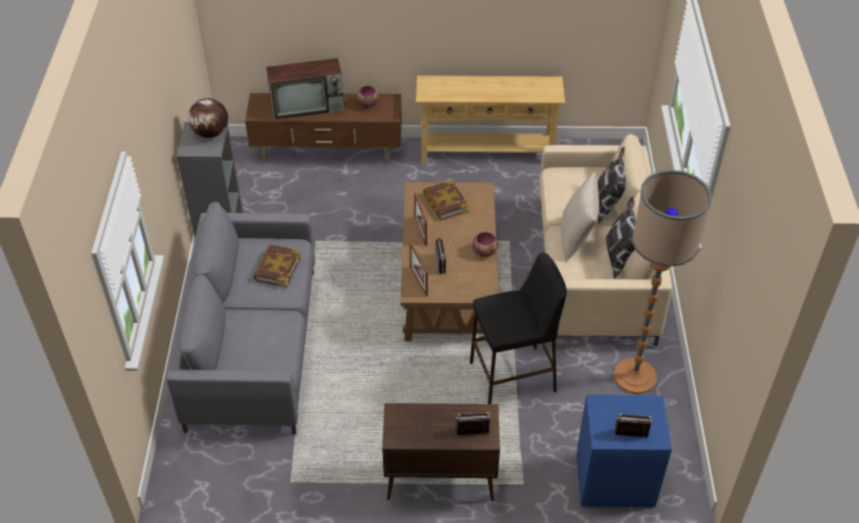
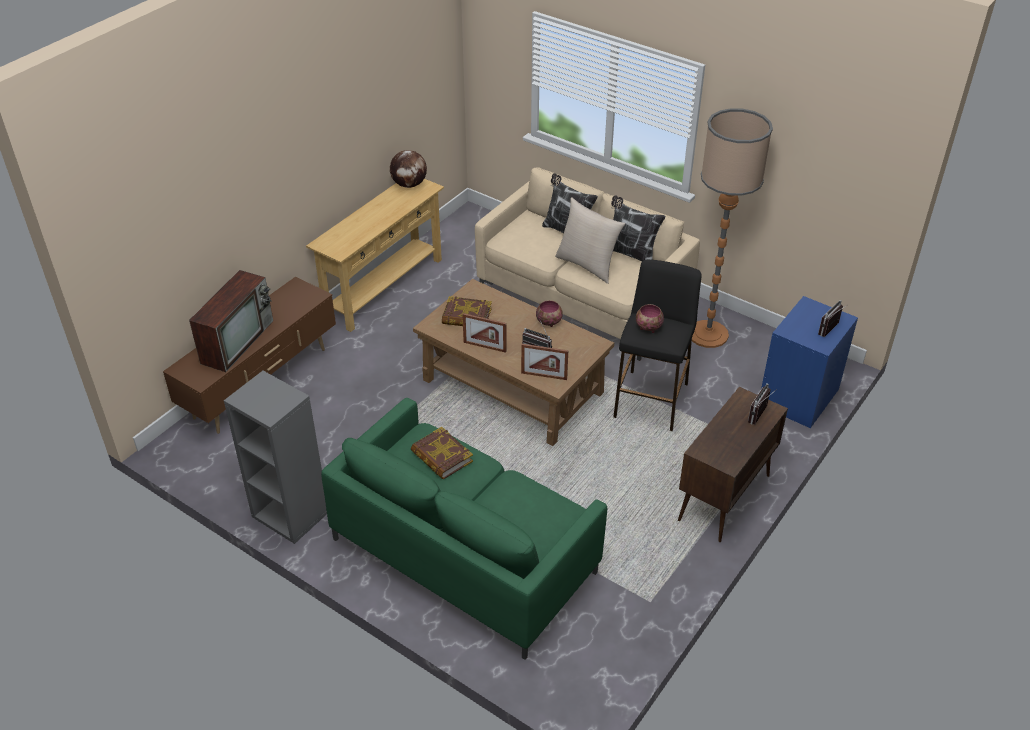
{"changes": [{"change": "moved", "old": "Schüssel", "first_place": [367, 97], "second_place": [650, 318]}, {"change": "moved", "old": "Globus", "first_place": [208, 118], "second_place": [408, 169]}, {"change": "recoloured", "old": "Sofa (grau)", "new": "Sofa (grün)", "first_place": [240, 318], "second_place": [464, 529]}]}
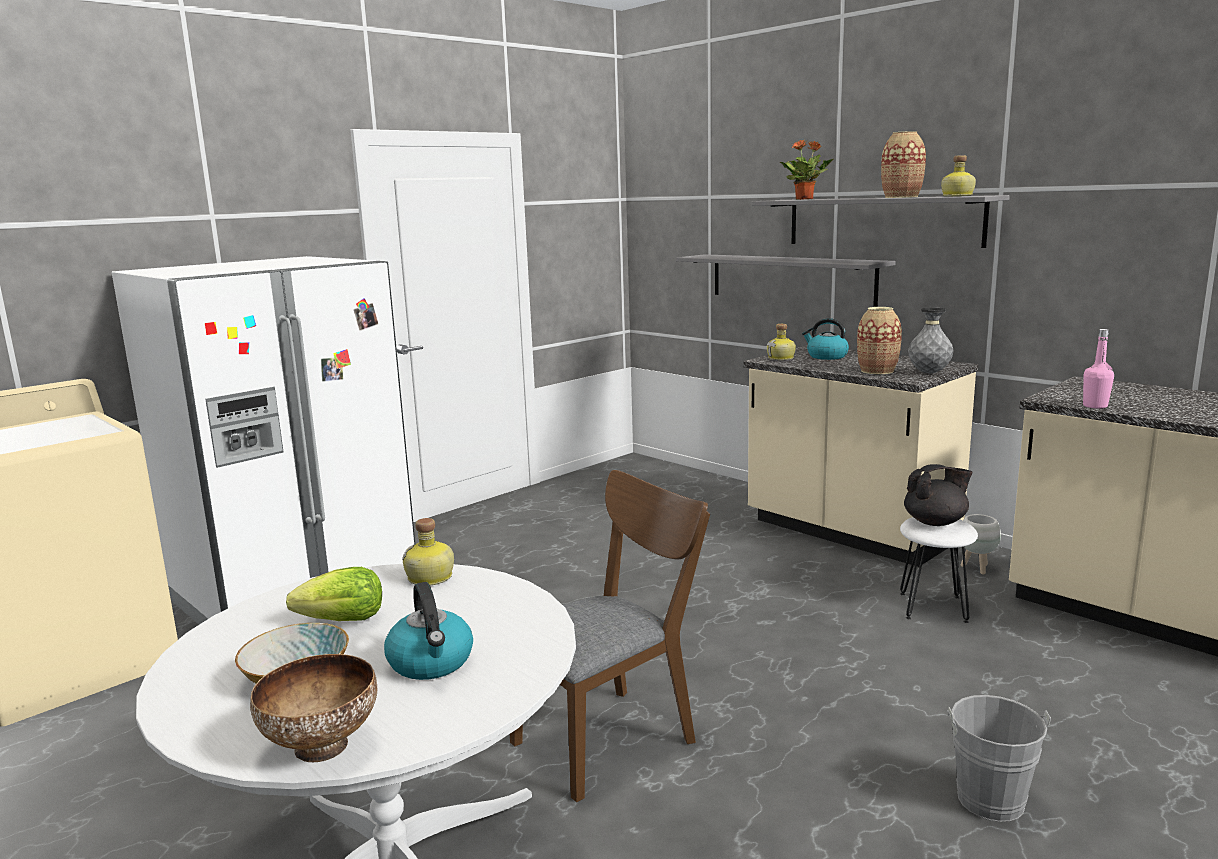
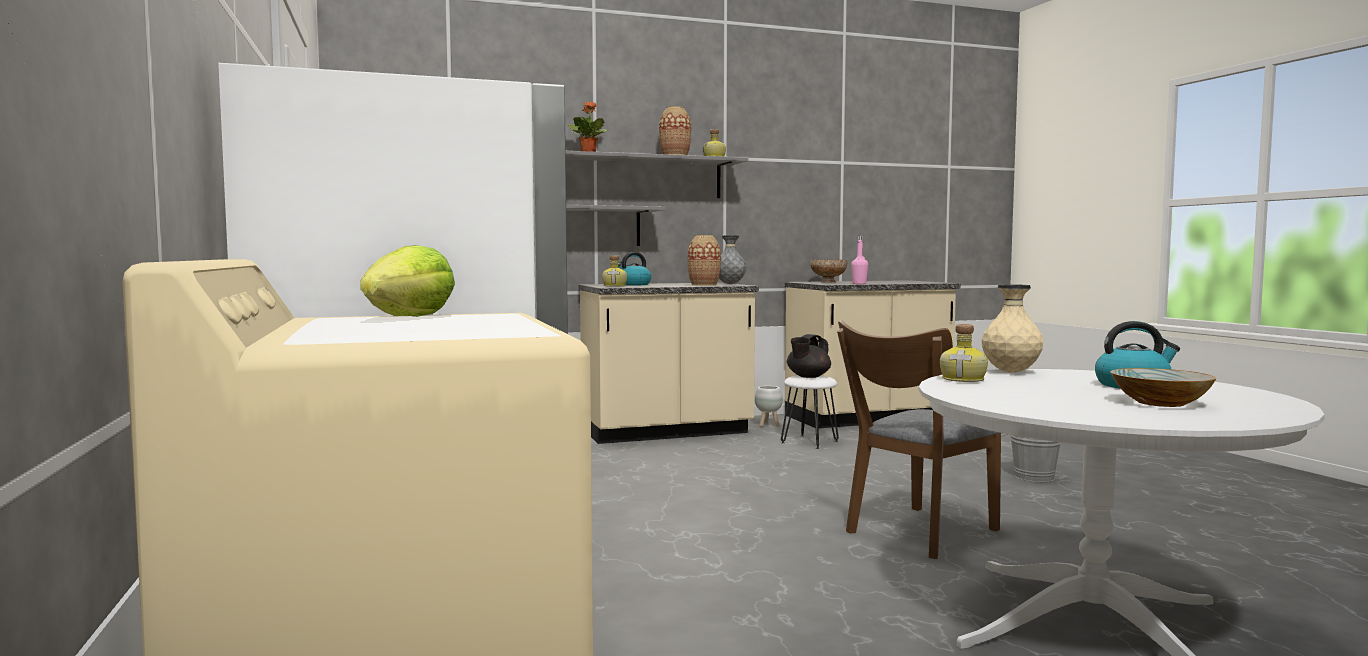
{"changes": [{"change": "turned", "old": "Teekanne (schwarz)", "first_place": [938, 495], "second_place": [809, 356], "degrees": -150}, {"change": "turned", "old": "Stuhl (braun)", "first_place": [610, 636], "second_place": [919, 439], "degrees": -120}, {"change": "moved", "old": "Salatkopf", "first_place": [334, 594], "second_place": [407, 281]}, {"change": "moved", "old": "Schüssel", "first_place": [313, 708], "second_place": [828, 271]}, {"change": "added", "new": "Vase (beige)", "second_place": [1012, 328]}]}
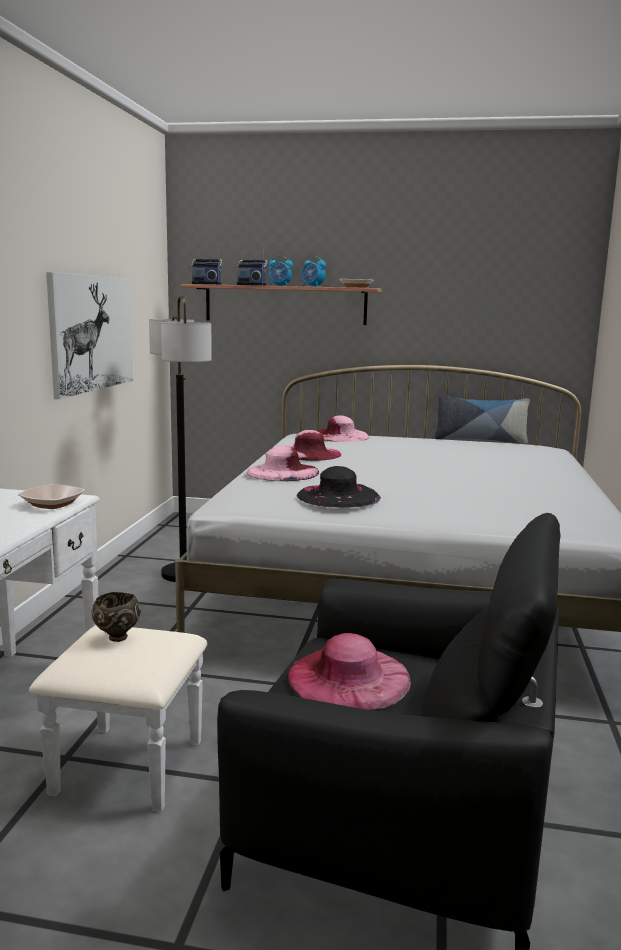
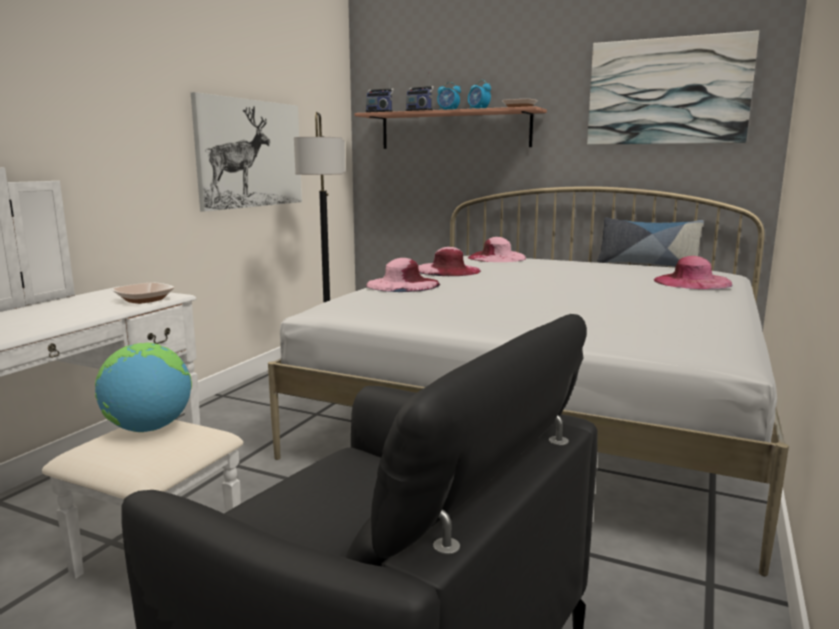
{"changes": [{"change": "removed", "old": "Hut (schwarz)", "first_place": [339, 487]}, {"change": "replaced", "old": "Schüssel (braun)", "new": "Globus", "first_place": [116, 617], "second_place": [143, 387]}, {"change": "moved", "old": "Hut (rosa)", "first_place": [349, 671], "second_place": [693, 272]}, {"change": "added", "new": "Bild", "second_place": [673, 87]}]}
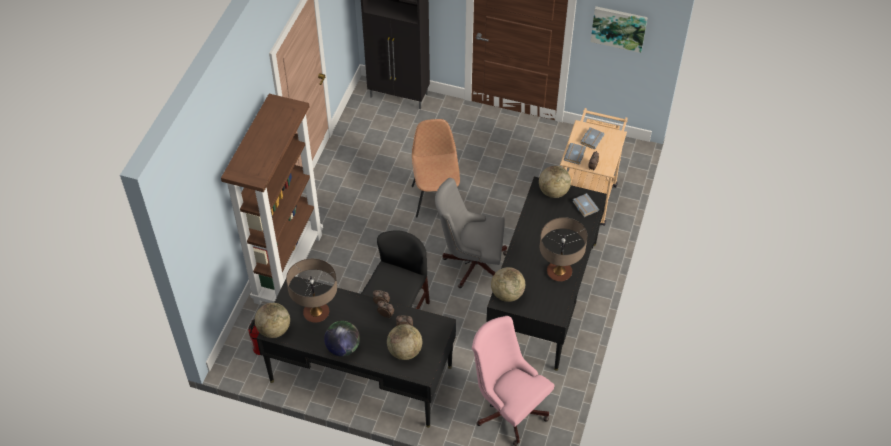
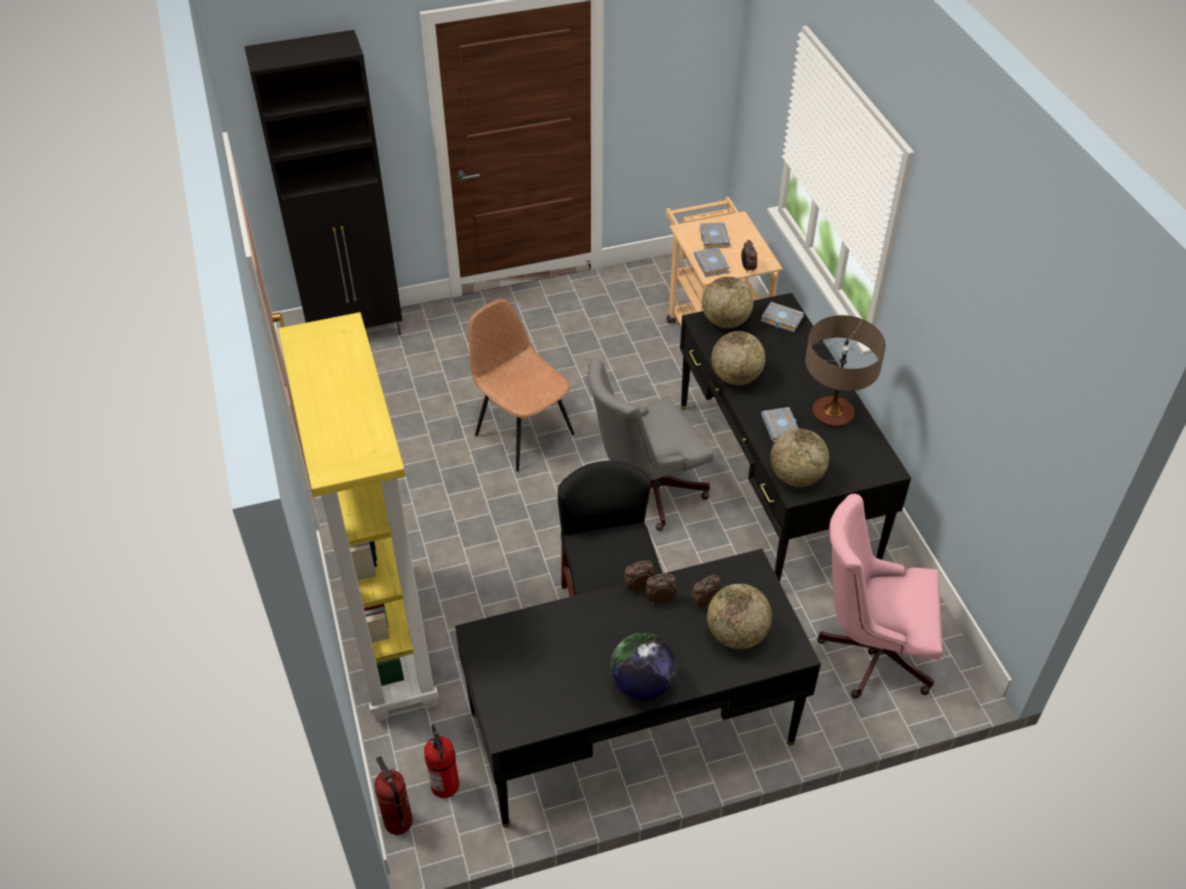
{"changes": [{"change": "removed", "old": "Bild", "first_place": [619, 29]}, {"change": "recoloured", "old": "Bücherregal (braun)", "new": "Bücherregal (gelb)", "first_place": [272, 199], "second_place": [358, 517]}, {"change": "removed", "old": "Tischlampe", "first_place": [311, 290]}, {"change": "moved", "old": "Globus", "first_place": [272, 320], "second_place": [738, 358]}, {"change": "added", "new": "Buch (grau)", "second_place": [780, 425]}, {"change": "added", "new": "Feuerlöscher", "second_place": [393, 795]}]}
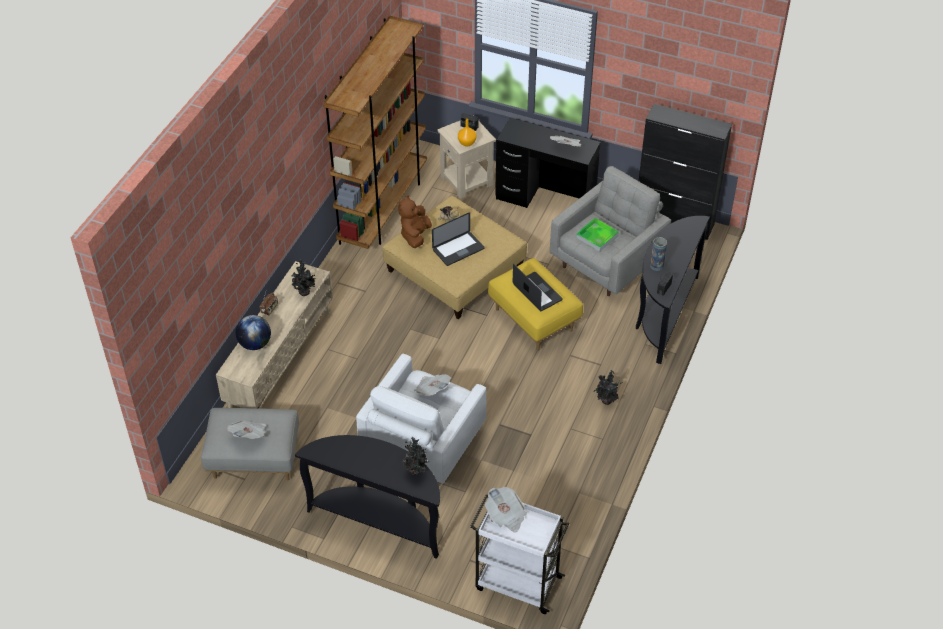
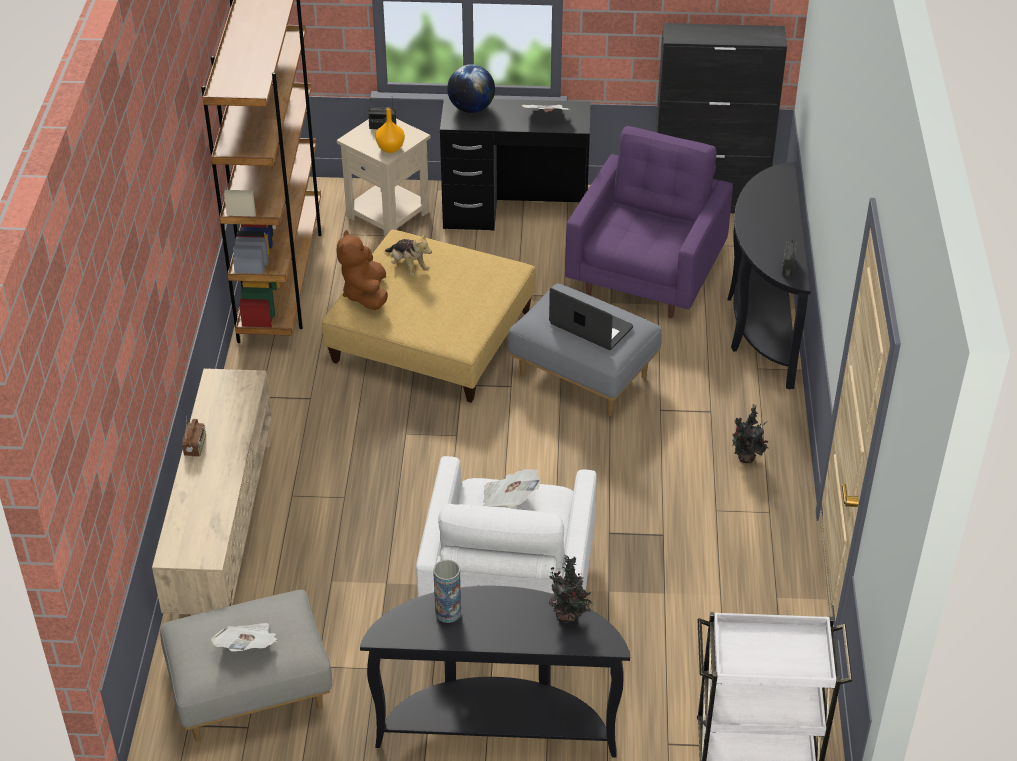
{"changes": [{"change": "recoloured", "old": "Sessel (grau)", "new": "Sessel (lila)", "first_place": [610, 231], "second_place": [649, 222]}, {"change": "removed", "old": "Laptop", "first_place": [458, 239]}, {"change": "removed", "old": "Tablett", "first_place": [597, 235]}, {"change": "moved", "old": "Vase", "first_place": [658, 254], "second_place": [447, 591]}, {"change": "recoloured", "old": "Polsterhocker (gelb)", "new": "Polsterhocker (grau)", "first_place": [535, 304], "second_place": [585, 350]}, {"change": "removed", "old": "Topfpflanze", "first_place": [304, 277]}, {"change": "moved", "old": "Globus", "first_place": [253, 332], "second_place": [471, 88]}, {"change": "removed", "old": "Zeitung", "first_place": [506, 510]}]}
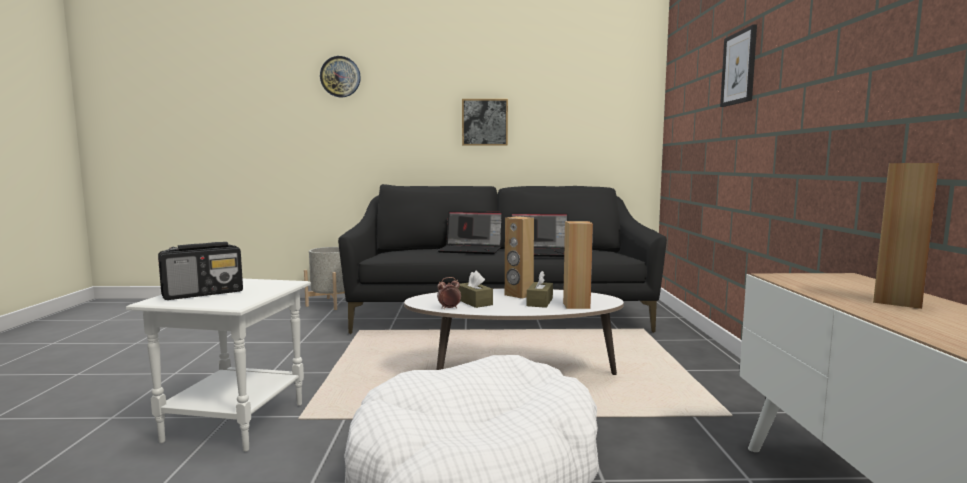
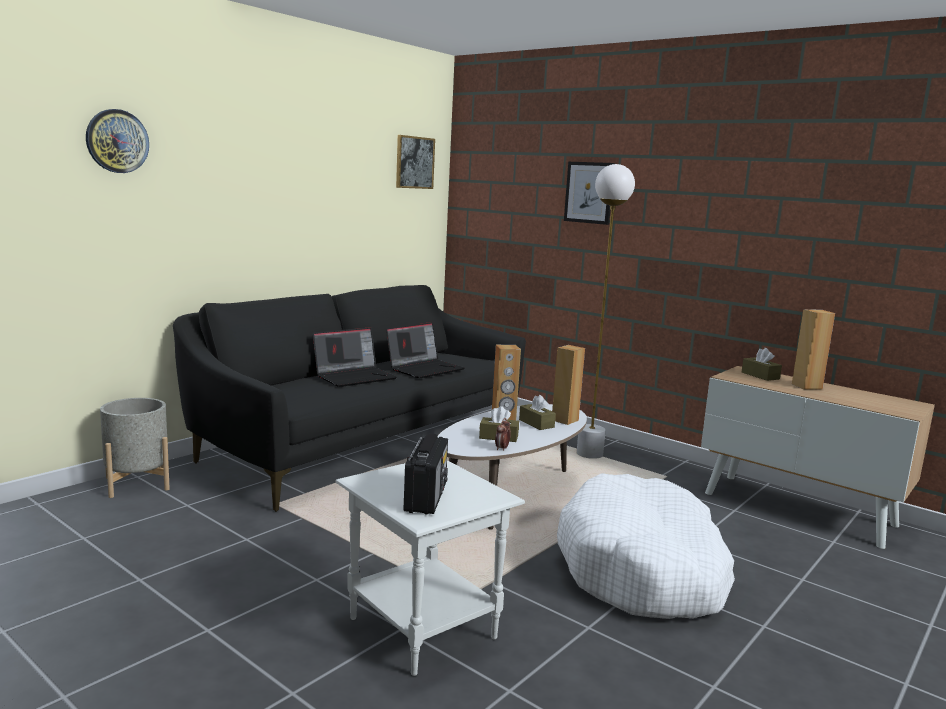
{"changes": [{"change": "moved", "old": "Bild", "first_place": [485, 122], "second_place": [415, 162]}, {"change": "added", "new": "Stehlampe (weiß)", "second_place": [606, 311]}, {"change": "added", "new": "Taschentuchbox (braun)", "second_place": [762, 364]}]}
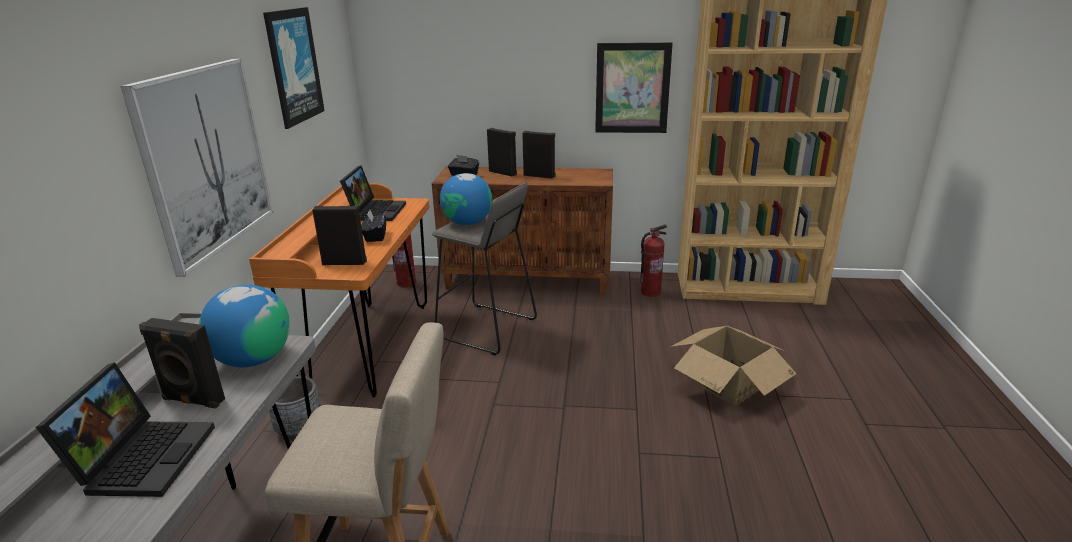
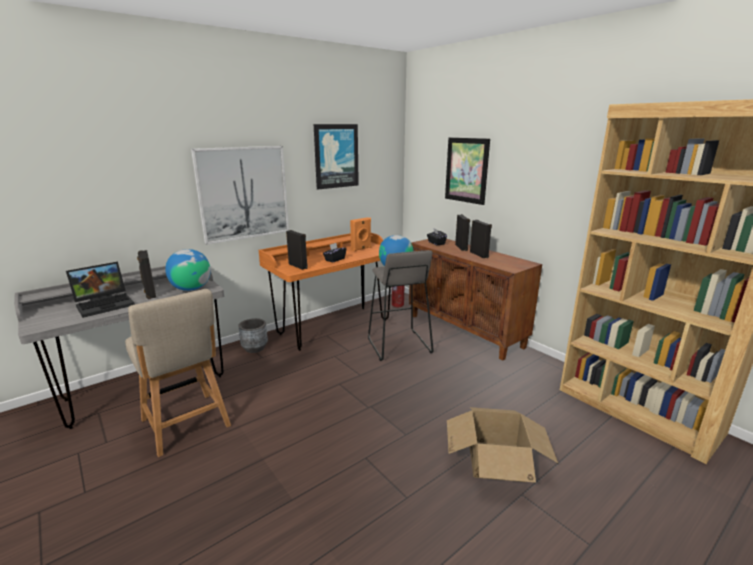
{"changes": [{"change": "moved", "old": "Bild", "first_place": [634, 87], "second_place": [467, 171]}, {"change": "replaced", "old": "Laptop", "new": "Lautsprecher (orange)", "first_place": [373, 193], "second_place": [360, 234]}, {"change": "removed", "old": "Feuerlöscher", "first_place": [653, 261]}]}
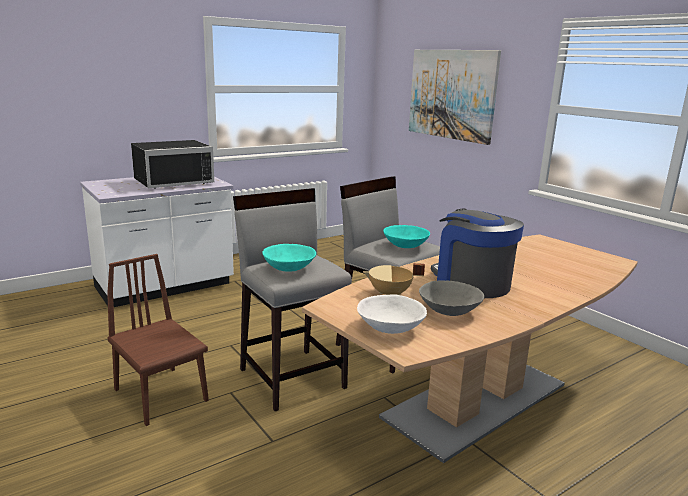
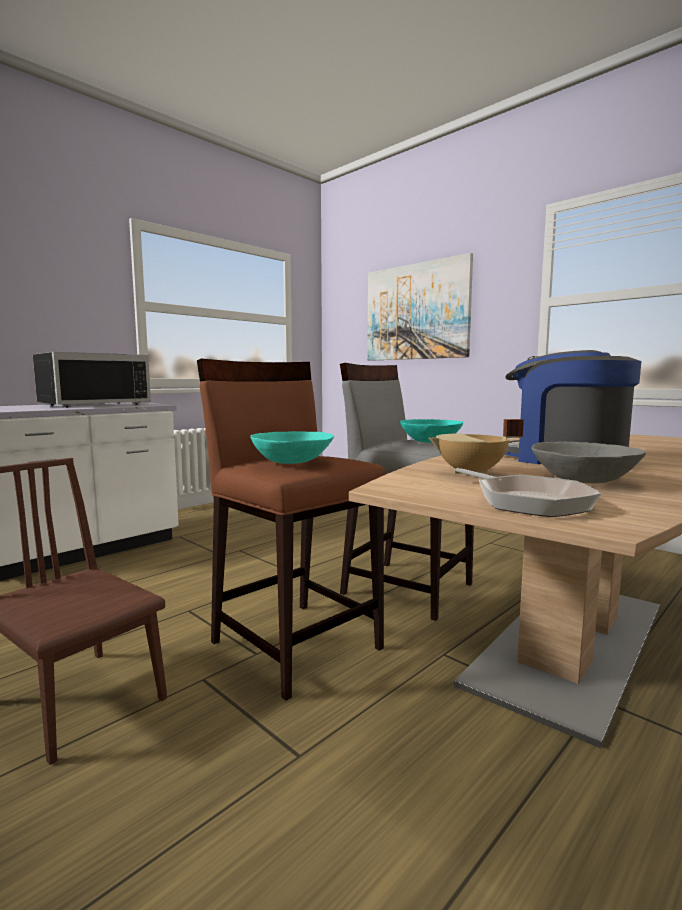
{"changes": [{"change": "recoloured", "old": "Hocker (grau)", "new": "Hocker (braun)", "first_place": [292, 299], "second_place": [291, 530]}, {"change": "replaced", "old": "Schüssel (weiß)", "new": "Pfanne", "first_place": [392, 314], "second_place": [528, 492]}]}
